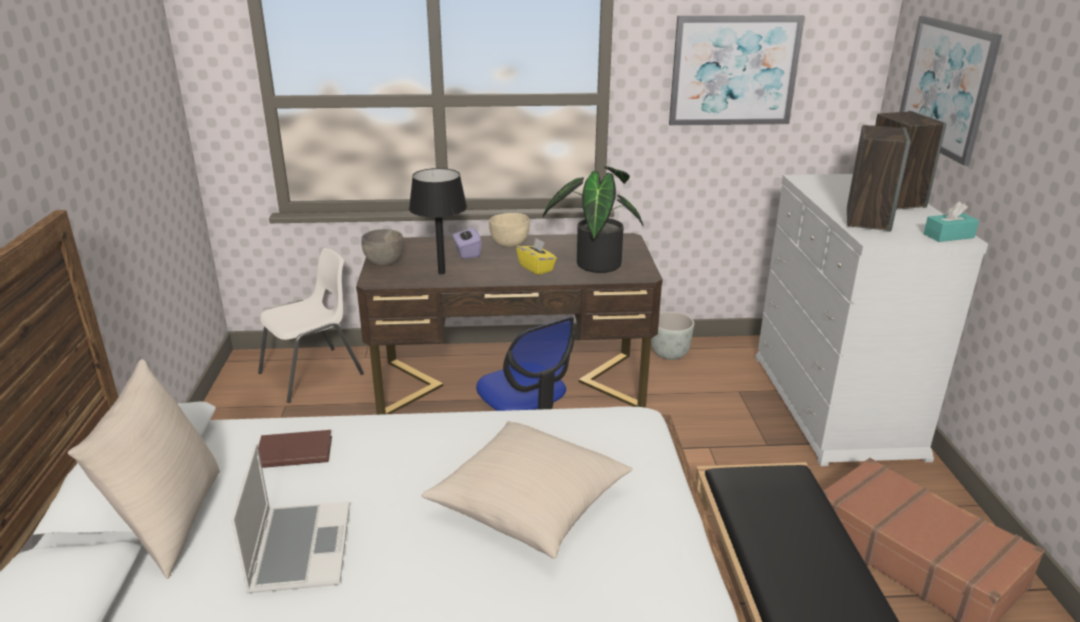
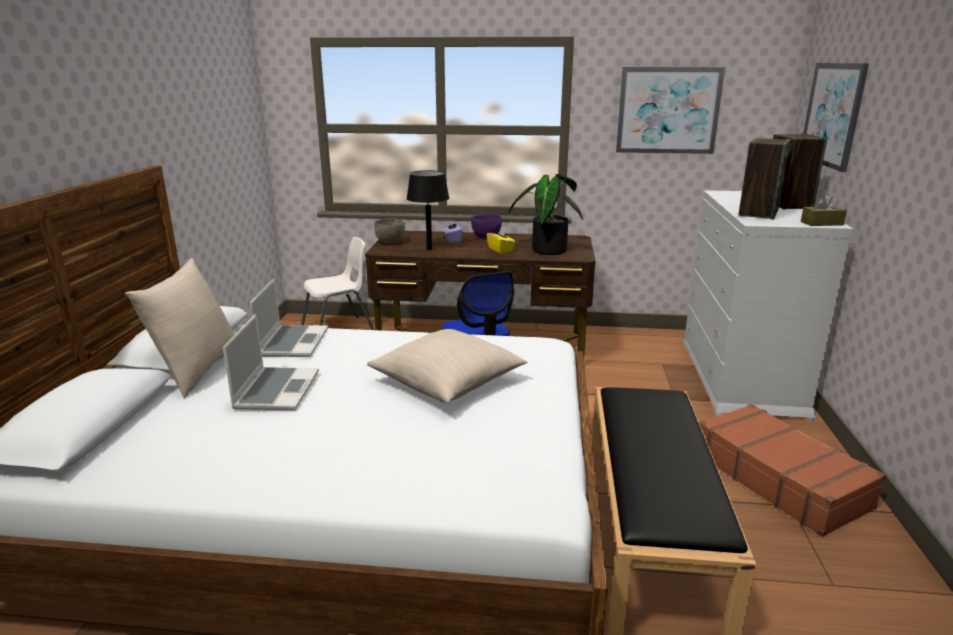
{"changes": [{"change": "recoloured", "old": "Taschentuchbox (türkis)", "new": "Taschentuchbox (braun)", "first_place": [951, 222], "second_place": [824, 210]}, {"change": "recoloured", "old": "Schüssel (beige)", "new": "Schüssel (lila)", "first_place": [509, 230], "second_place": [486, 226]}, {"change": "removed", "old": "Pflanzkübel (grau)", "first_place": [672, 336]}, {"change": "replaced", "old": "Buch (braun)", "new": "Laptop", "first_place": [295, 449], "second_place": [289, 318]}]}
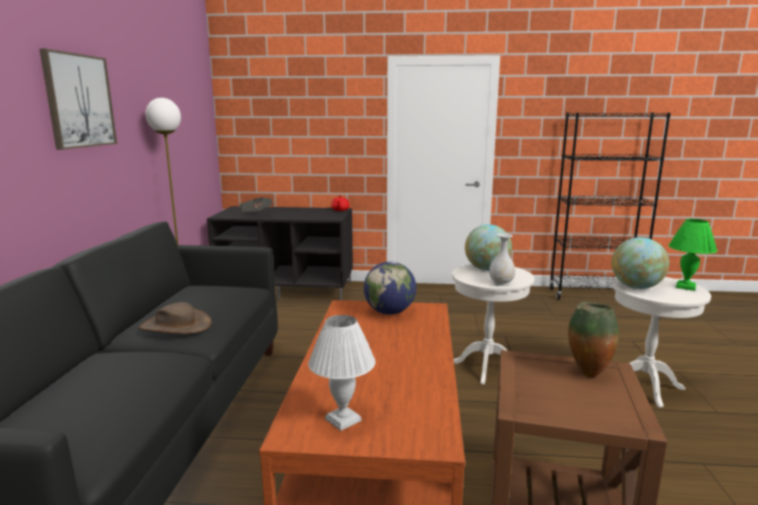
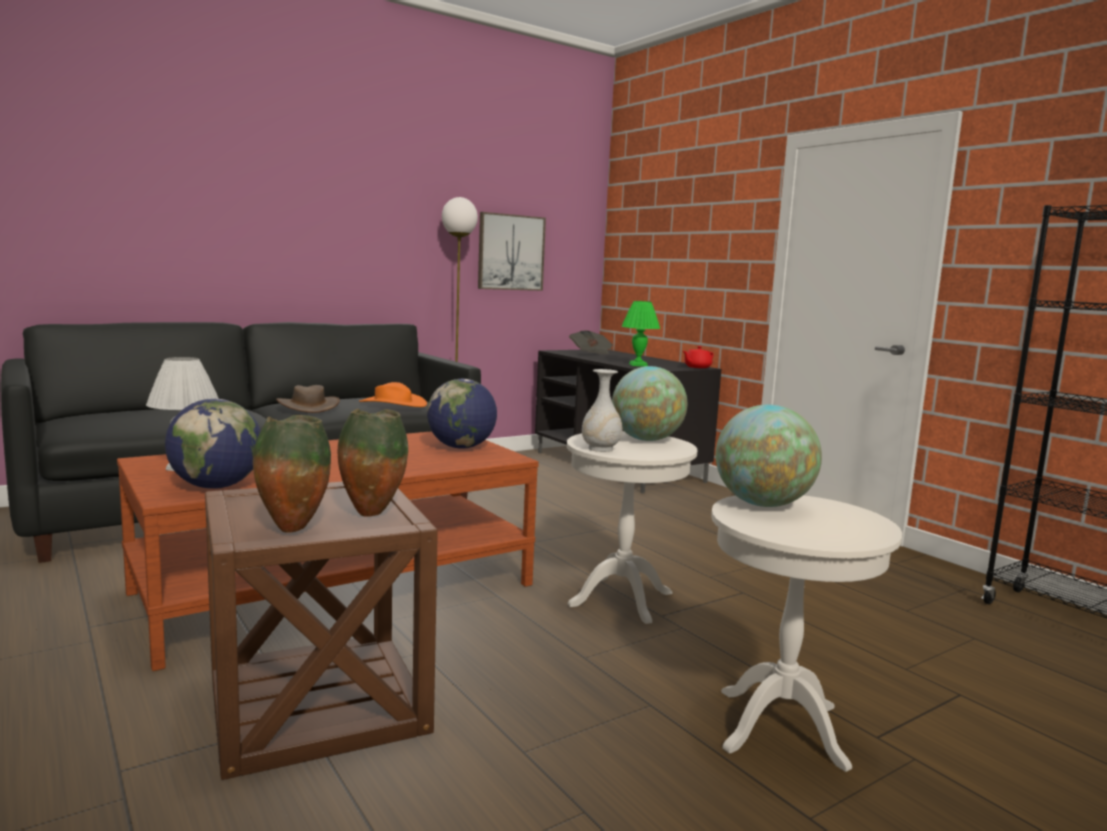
{"changes": [{"change": "moved", "old": "Bild", "first_place": [78, 99], "second_place": [512, 251]}, {"change": "moved", "old": "Tischlampe (grün)", "first_place": [693, 255], "second_place": [640, 333]}, {"change": "added", "new": "Hut (orange)", "second_place": [393, 394]}, {"change": "added", "new": "Globus", "second_place": [213, 444]}, {"change": "added", "new": "Vase", "second_place": [292, 474]}]}
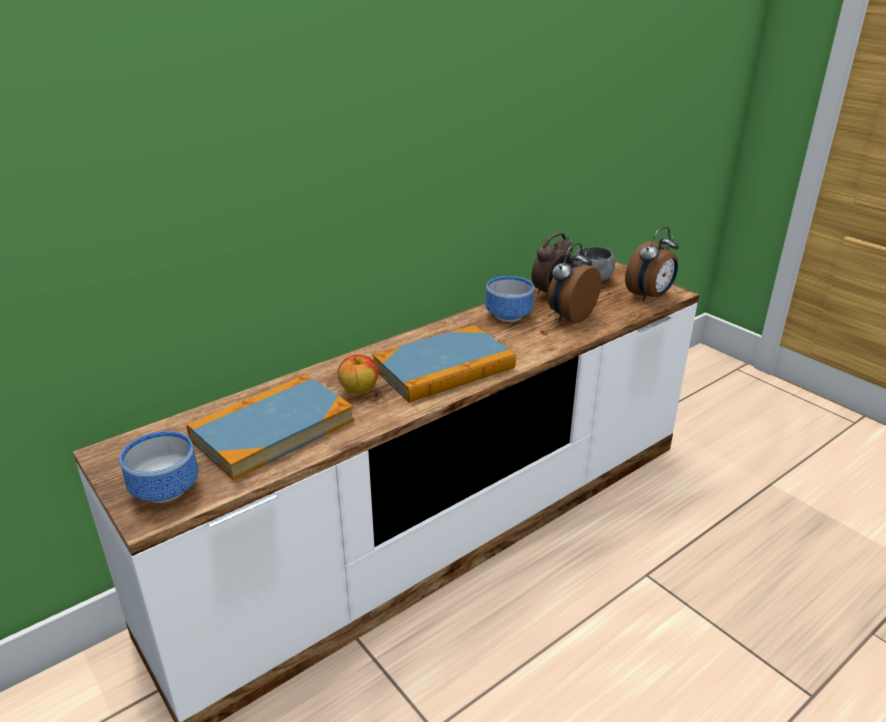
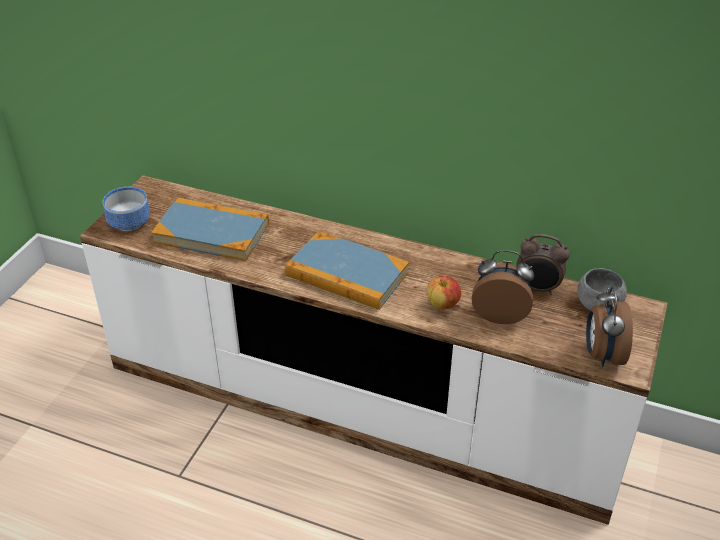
{"changes": [{"change": "turned", "old": "Wecker", "first_place": [652, 264], "second_place": [609, 327], "degrees": 75}, {"change": "removed", "old": "Schüssel", "first_place": [509, 299]}, {"change": "moved", "old": "Apfel", "first_place": [358, 374], "second_place": [444, 293]}]}
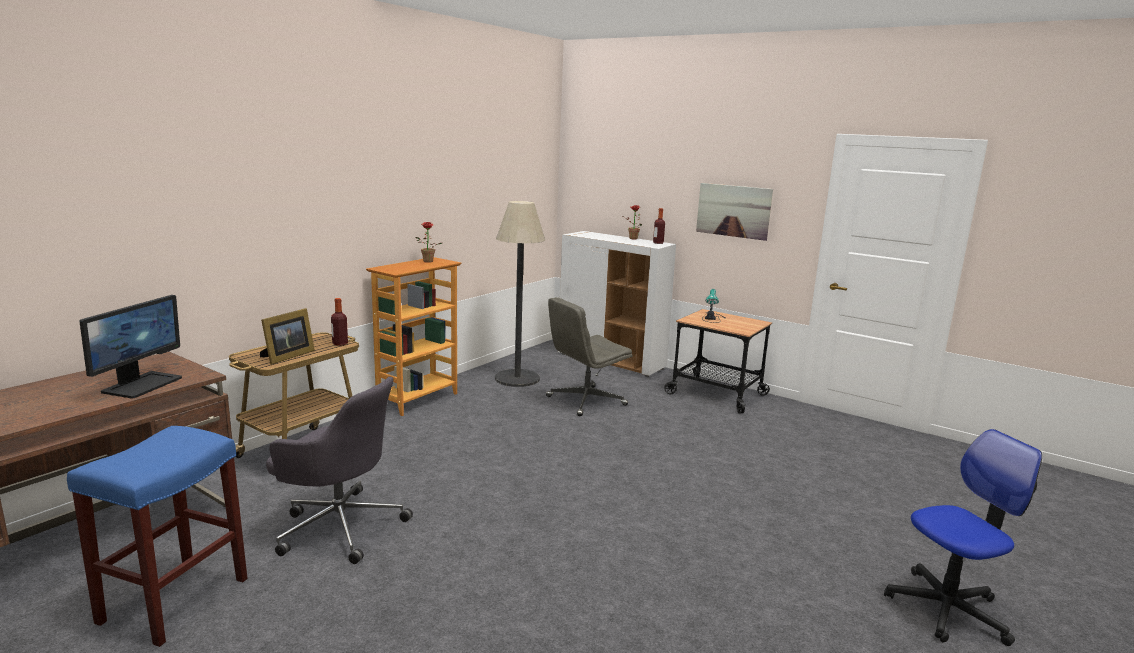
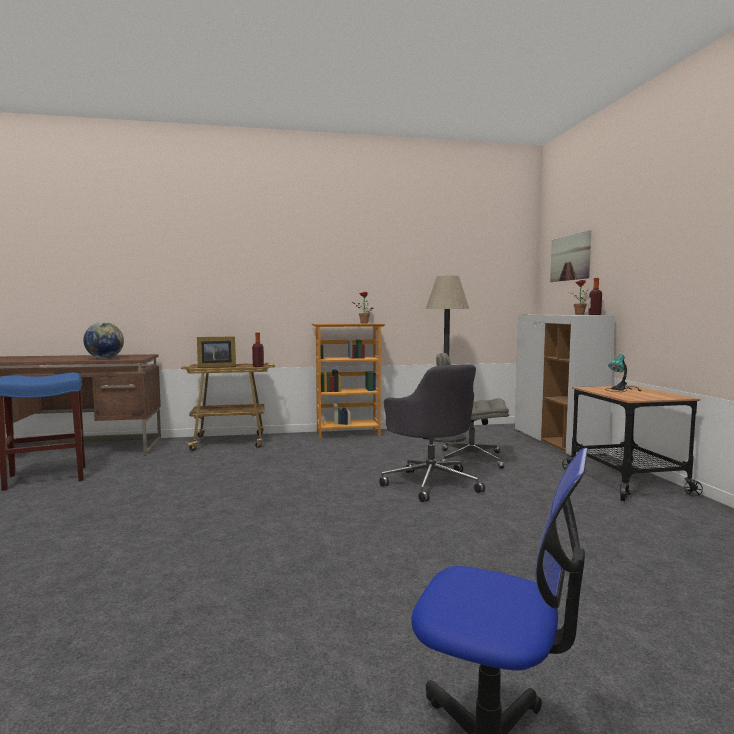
{"changes": [{"change": "moved", "old": "Bild", "first_place": [734, 212], "second_place": [570, 256]}, {"change": "replaced", "old": "Monitor", "new": "Globus", "first_place": [131, 346], "second_place": [103, 340]}, {"change": "moved", "old": "Bürostuhl (grau)", "first_place": [339, 470], "second_place": [432, 433]}]}
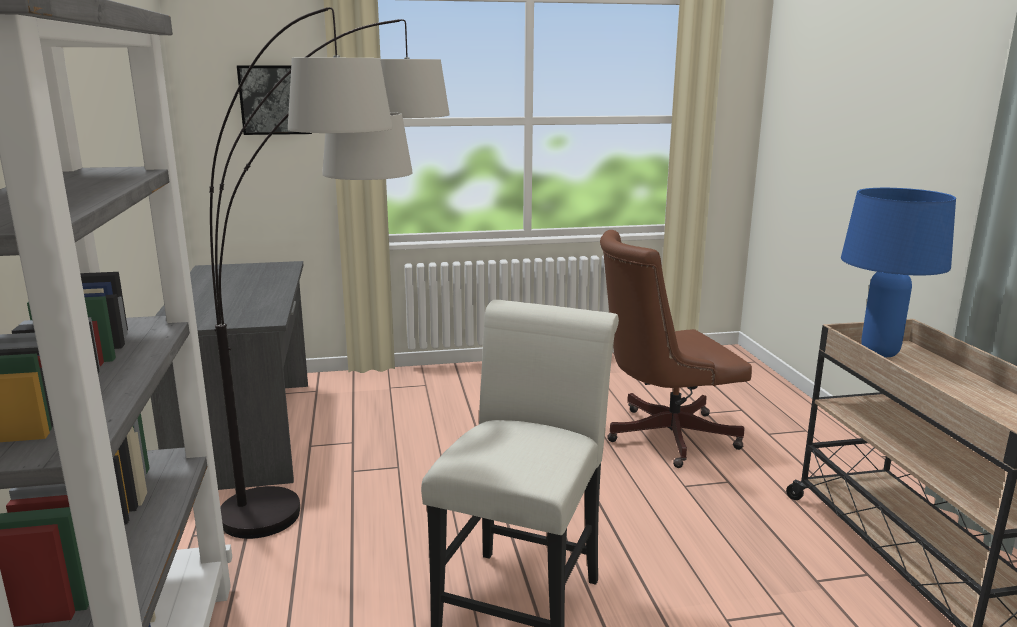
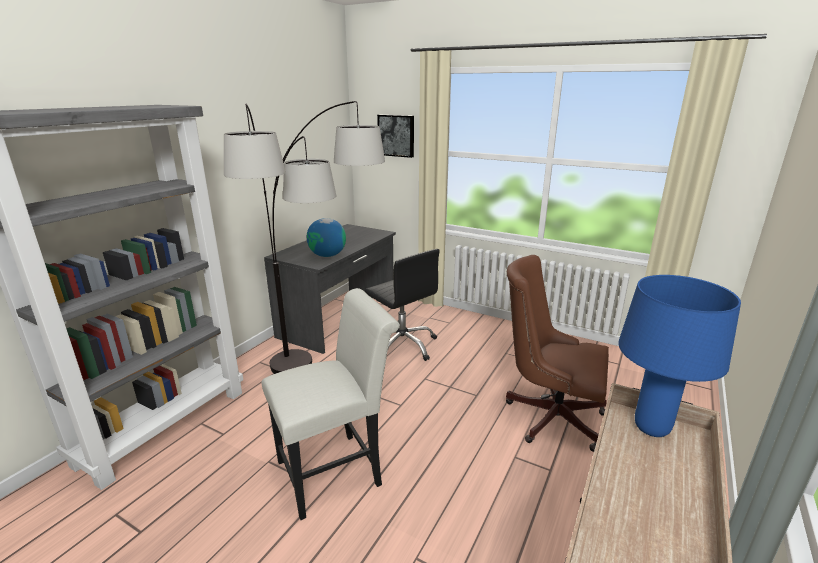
{"changes": [{"change": "added", "new": "Globus", "second_place": [326, 237]}, {"change": "added", "new": "Bürostuhl (schwarz)", "second_place": [402, 305]}]}
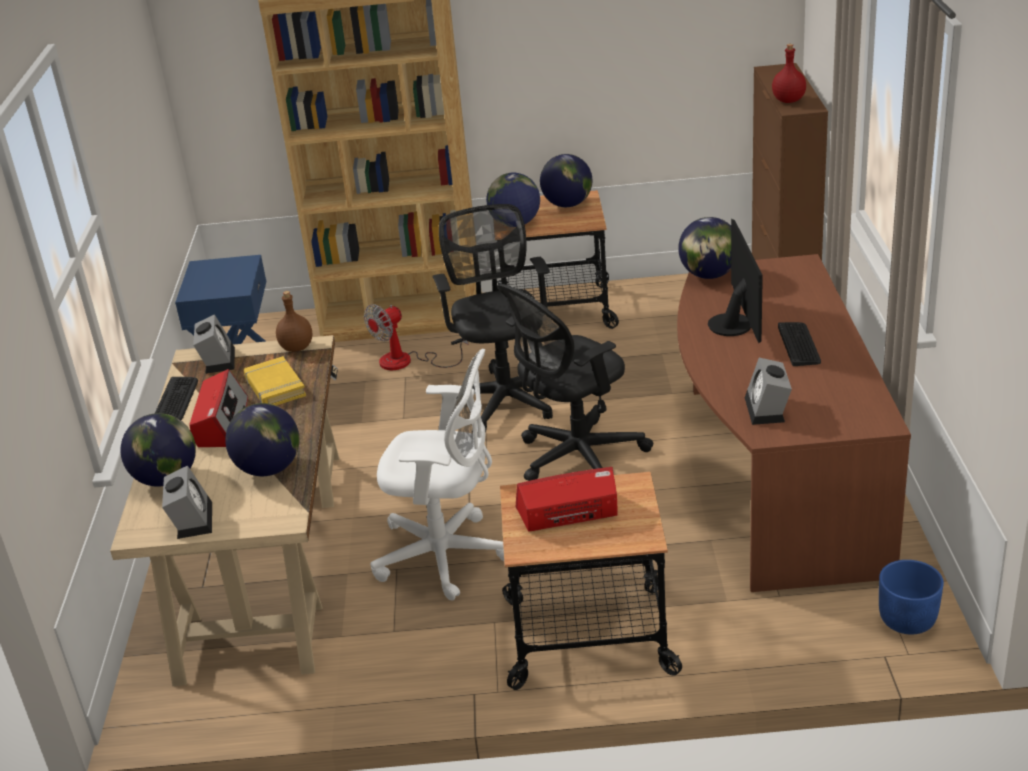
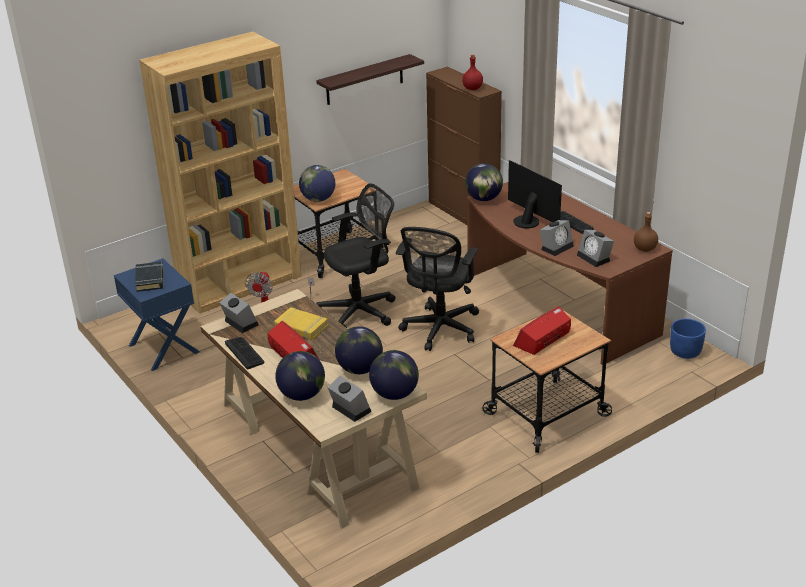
{"changes": [{"change": "moved", "old": "Globus", "first_place": [566, 180], "second_place": [394, 375]}, {"change": "turned", "old": "Bürostuhl (schwarz)", "first_place": [492, 318], "second_place": [355, 255], "degrees": 105}, {"change": "moved", "old": "Flasche (braun)", "first_place": [294, 321], "second_place": [646, 232]}, {"change": "removed", "old": "Bürostuhl (weiß)", "first_place": [437, 475]}, {"change": "added", "new": "Wandregal", "second_place": [370, 79]}, {"change": "added", "new": "Wecker", "second_place": [557, 238]}, {"change": "added", "new": "Buch (schwarz)", "second_place": [149, 277]}]}
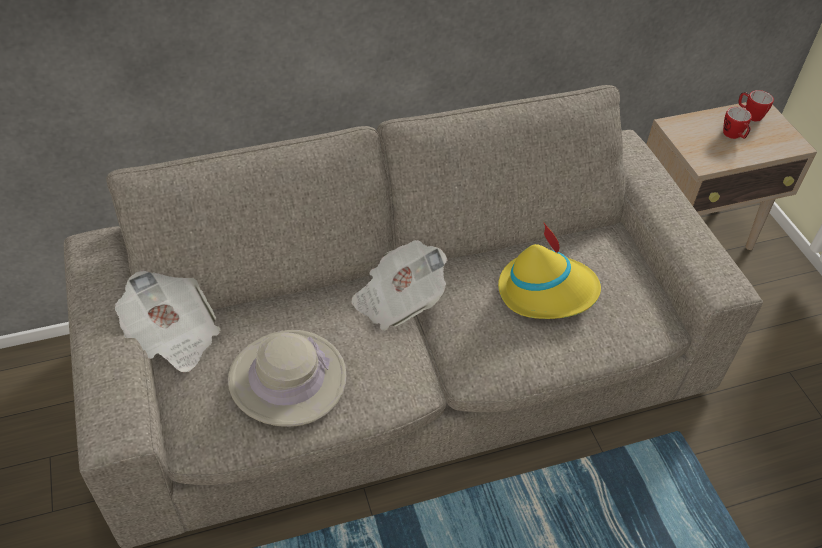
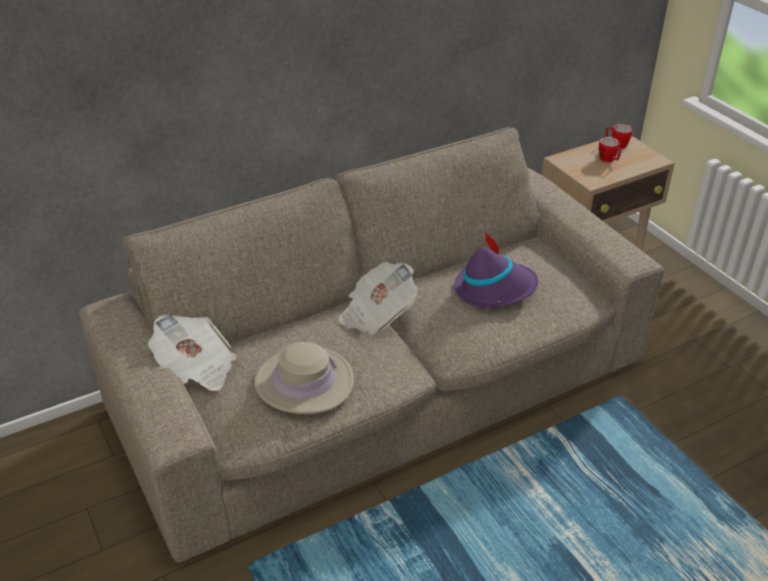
{"changes": [{"change": "recoloured", "old": "Hut (gelb)", "new": "Hut (lila)", "first_place": [549, 271], "second_place": [497, 269]}]}
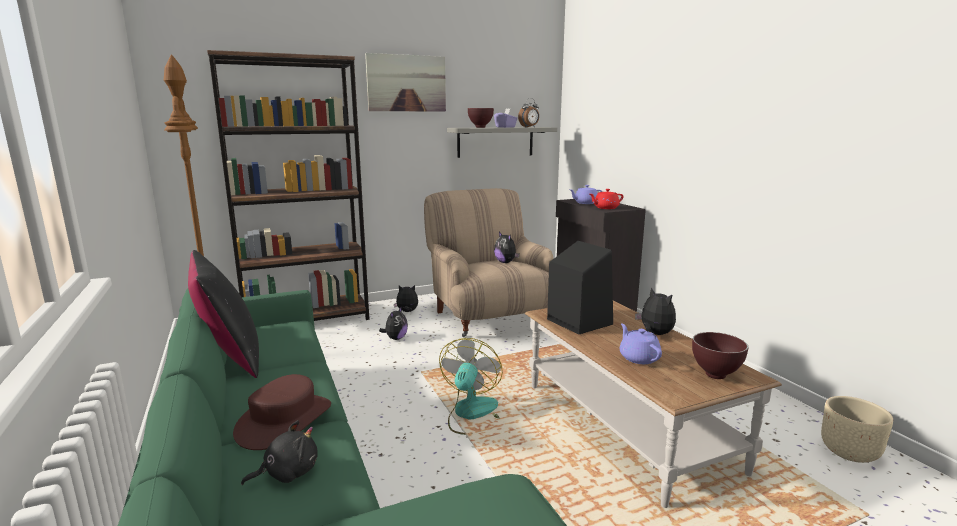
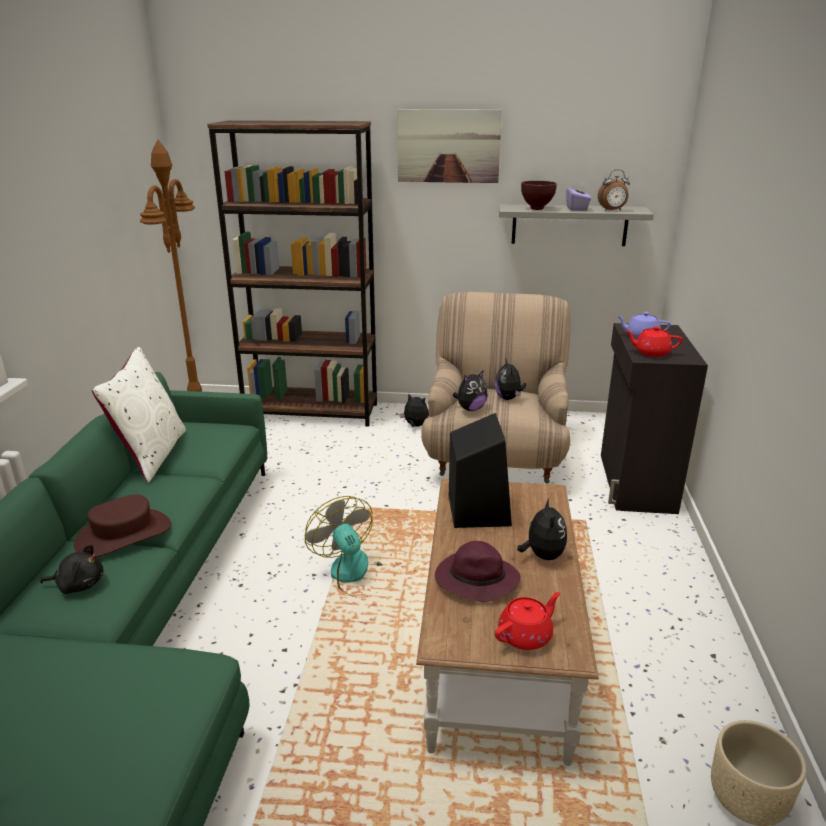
{"changes": [{"change": "recoloured", "old": "Kissen (schwarz)", "new": "Kissen (weiß)", "first_place": [223, 314], "second_place": [139, 415]}, {"change": "moved", "old": "Plüschtier", "first_place": [393, 323], "second_place": [470, 390]}, {"change": "replaced", "old": "Teekanne (lila)", "new": "Hut (lila)", "first_place": [641, 343], "second_place": [478, 571]}, {"change": "replaced", "old": "Schüssel (braun)", "new": "Teekanne (rot)", "first_place": [720, 355], "second_place": [527, 621]}, {"change": "turned", "old": "Ventilator", "first_place": [471, 386], "second_place": [343, 547], "degrees": -75}]}
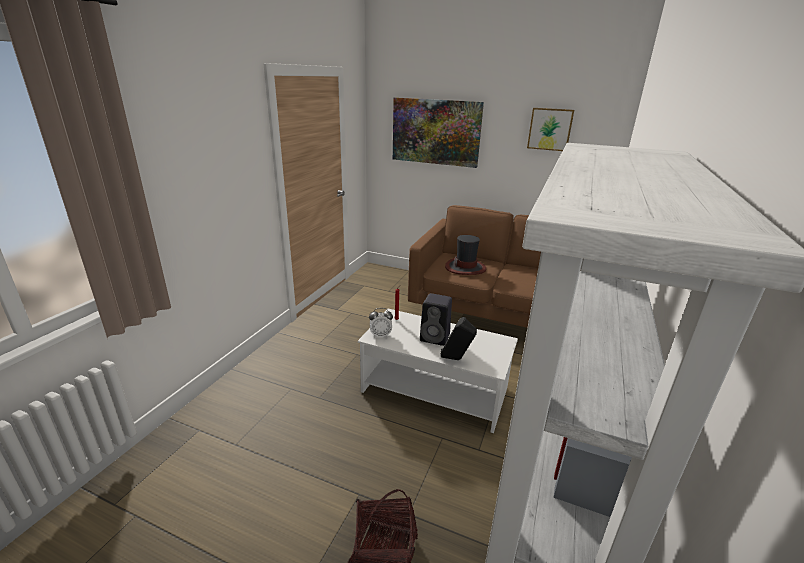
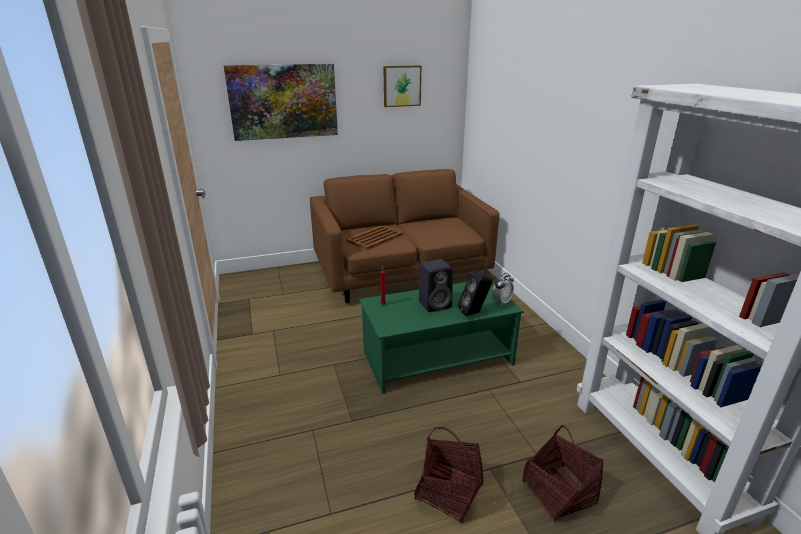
{"changes": [{"change": "replaced", "old": "Hut", "new": "Tablett (braun)", "first_place": [465, 255], "second_place": [374, 237]}, {"change": "moved", "old": "Wecker", "first_place": [381, 323], "second_place": [503, 289]}, {"change": "recoloured", "old": "Couchtisch (weiß)", "new": "Couchtisch (grün)", "first_place": [438, 371], "second_place": [441, 338]}, {"change": "added", "new": "Korb", "second_place": [449, 475]}]}
